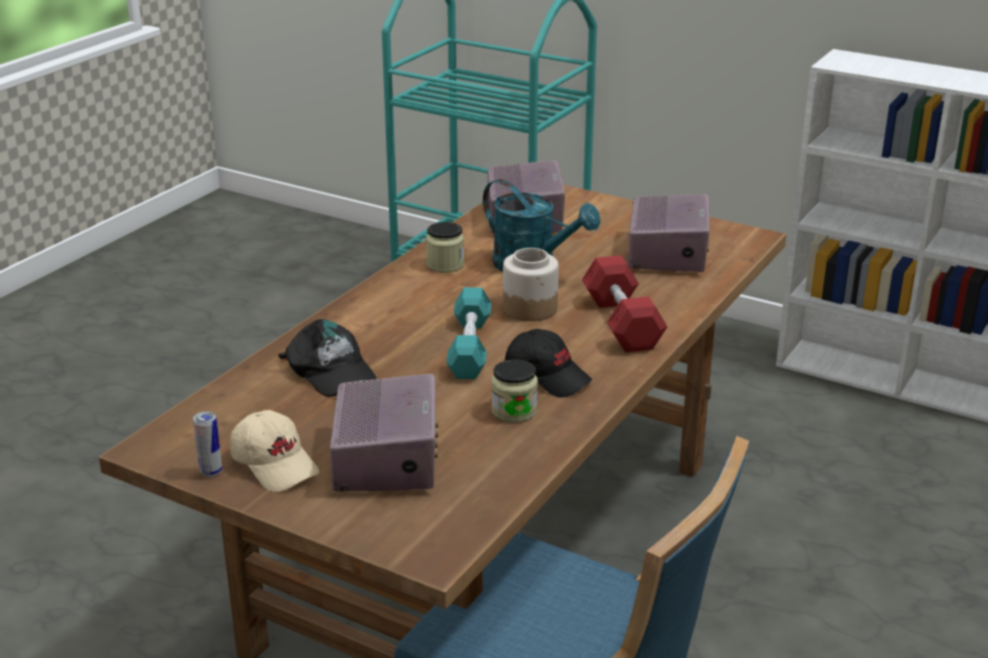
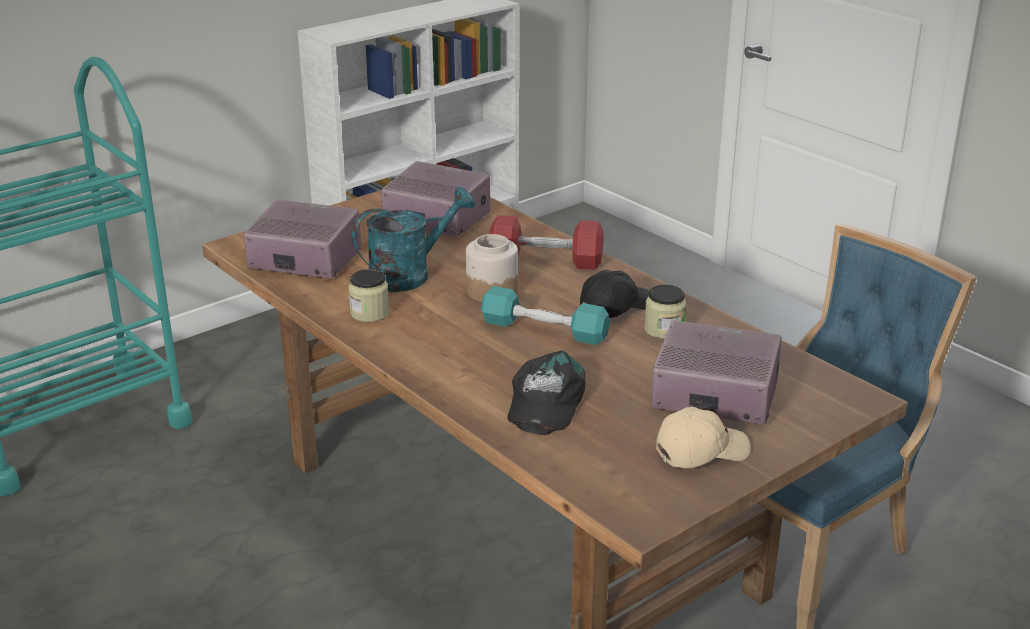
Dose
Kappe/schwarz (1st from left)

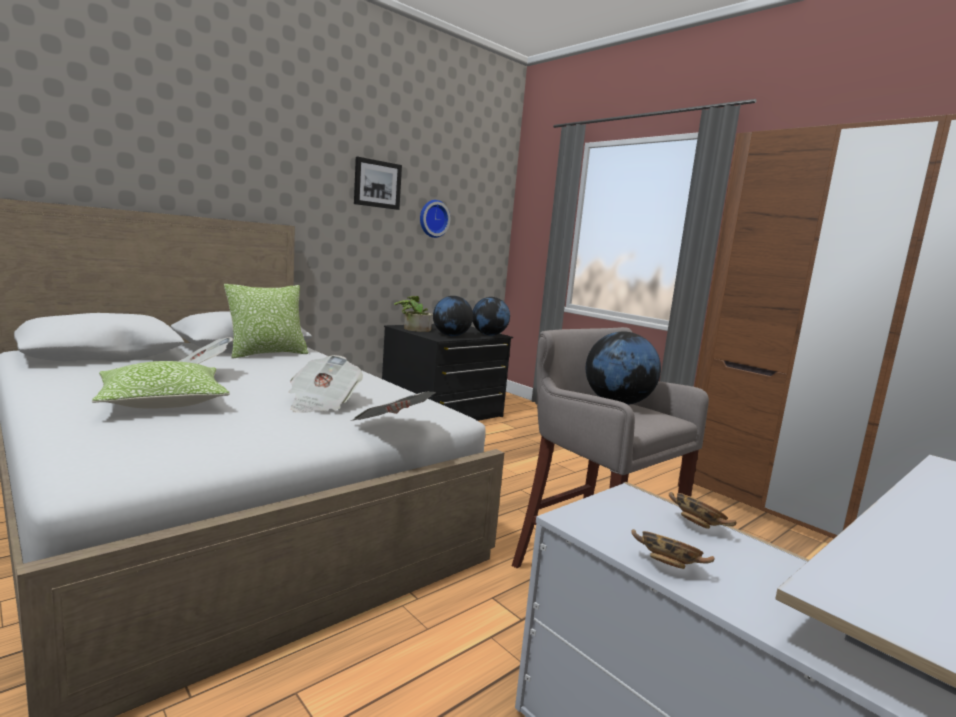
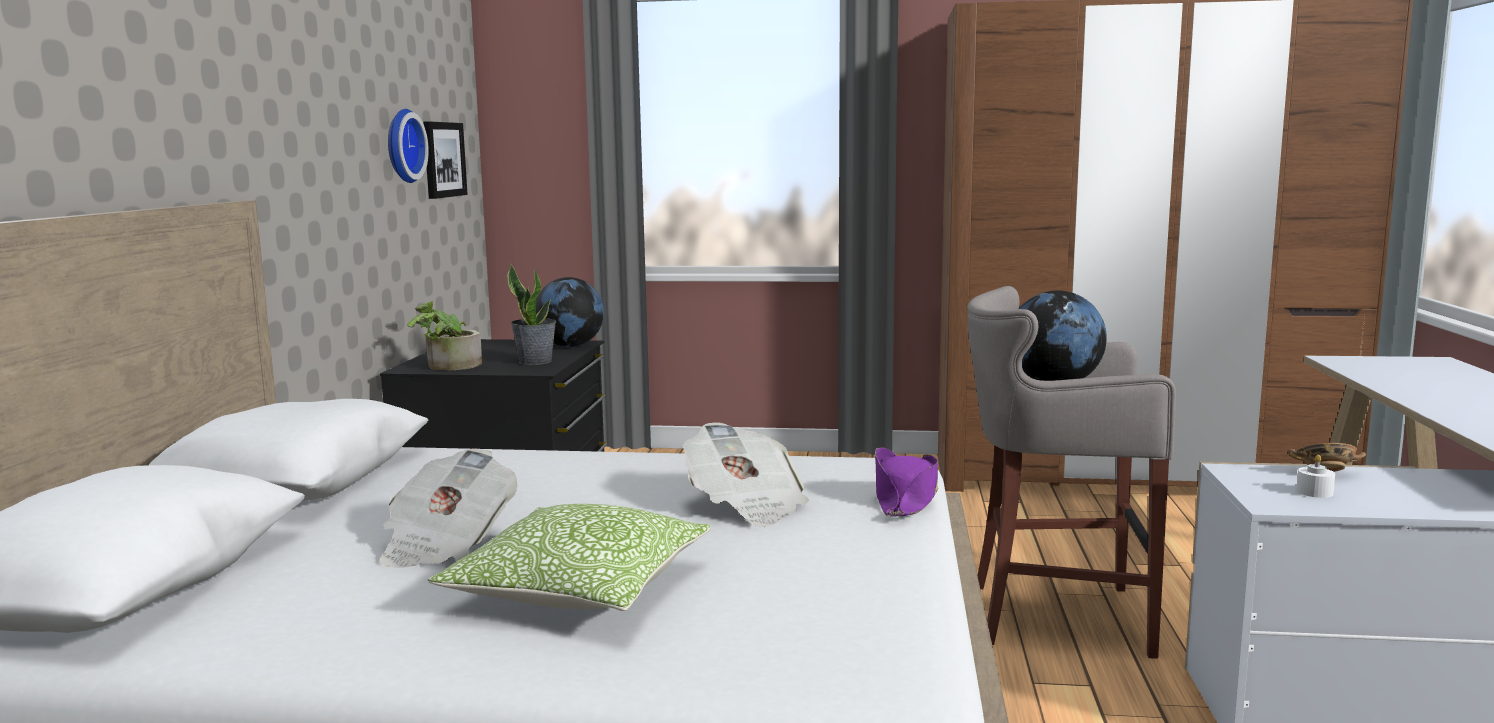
Kissen (2nd from left in the first image)
Schüssel (1st from left in the first image)
Kerze/weiß
Bild
Hut/lila
Topfpflanze (2nd from left)

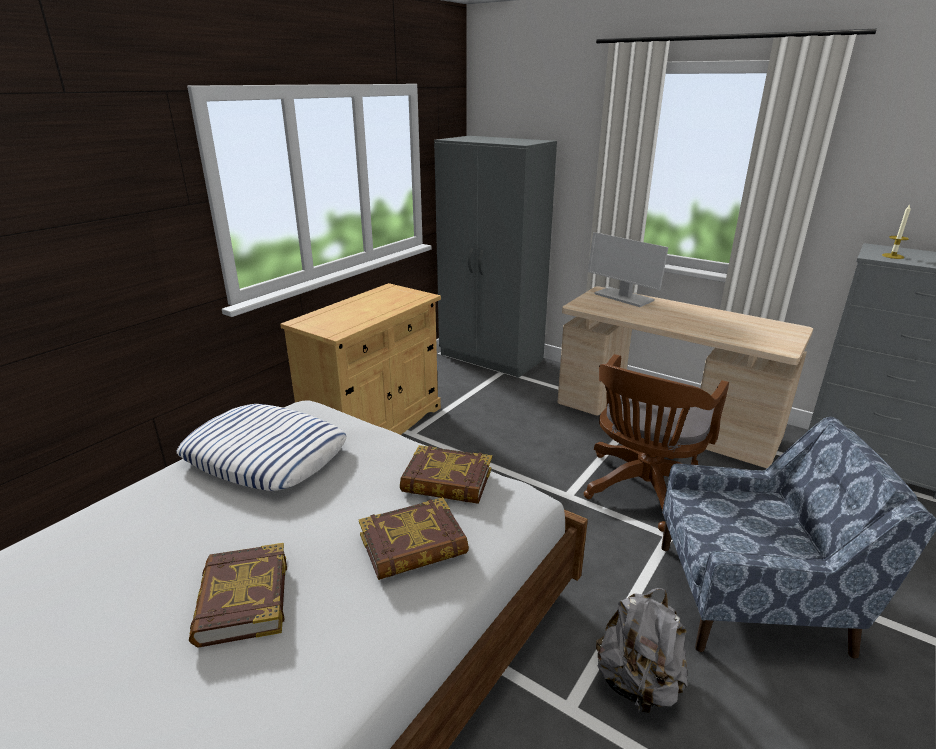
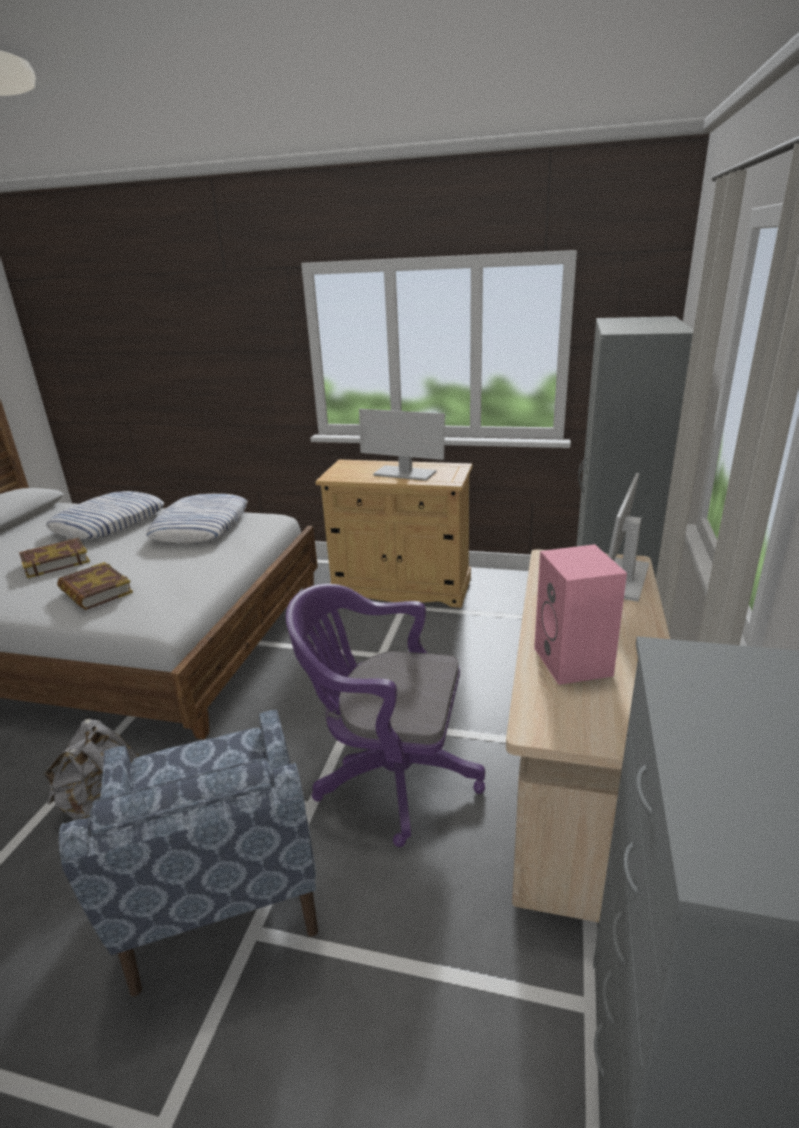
Buch (3rd from left in the first image)
Kerze
Kissen (1st from left)
Monitor (1st from left)
Lautsprecher/rosa
Bürostuhl/lila

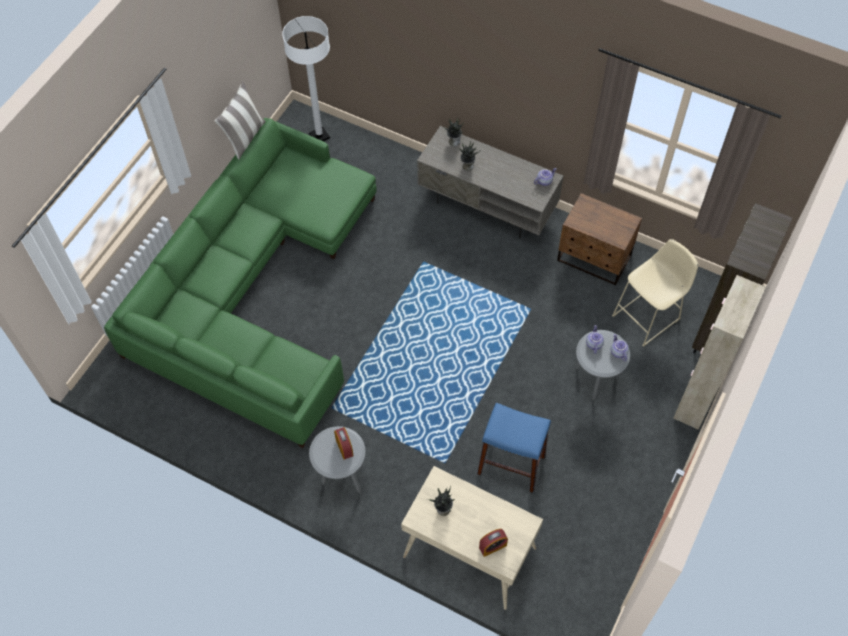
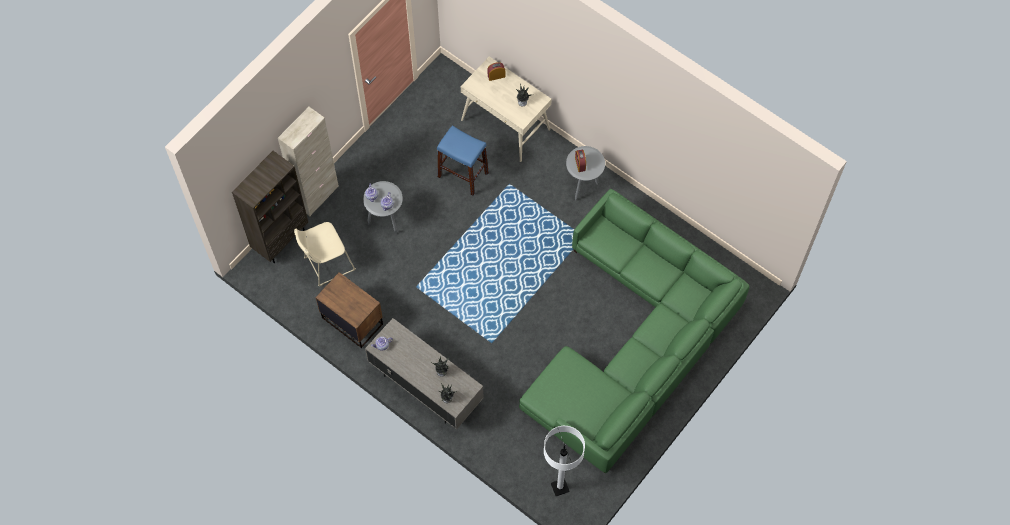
Kissen

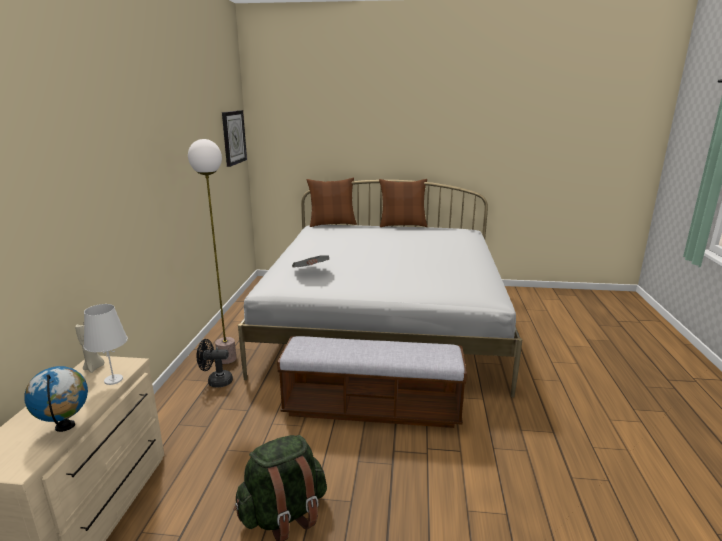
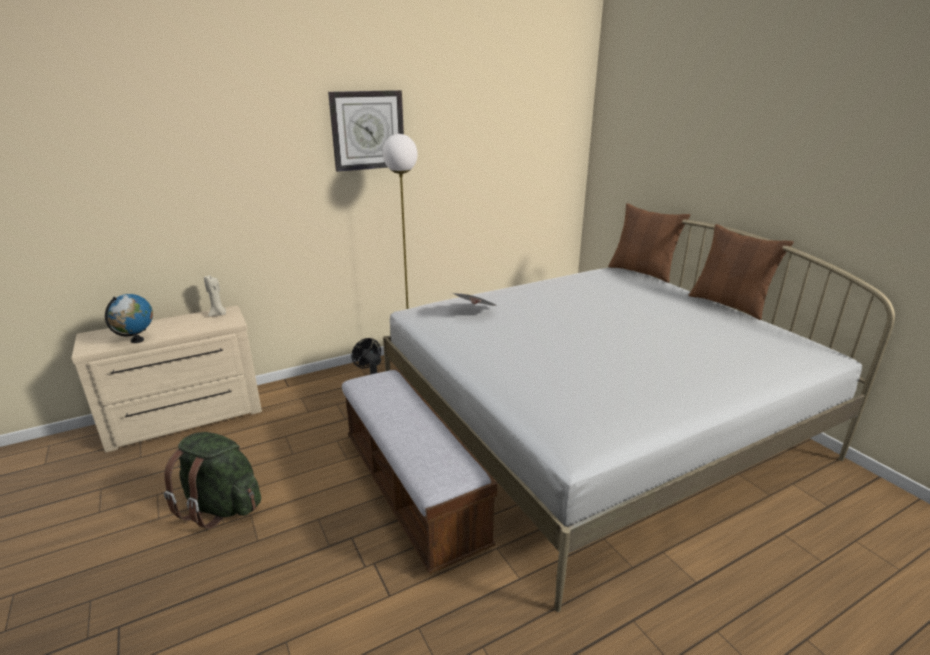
Tischlampe/weiß
Wanduhr

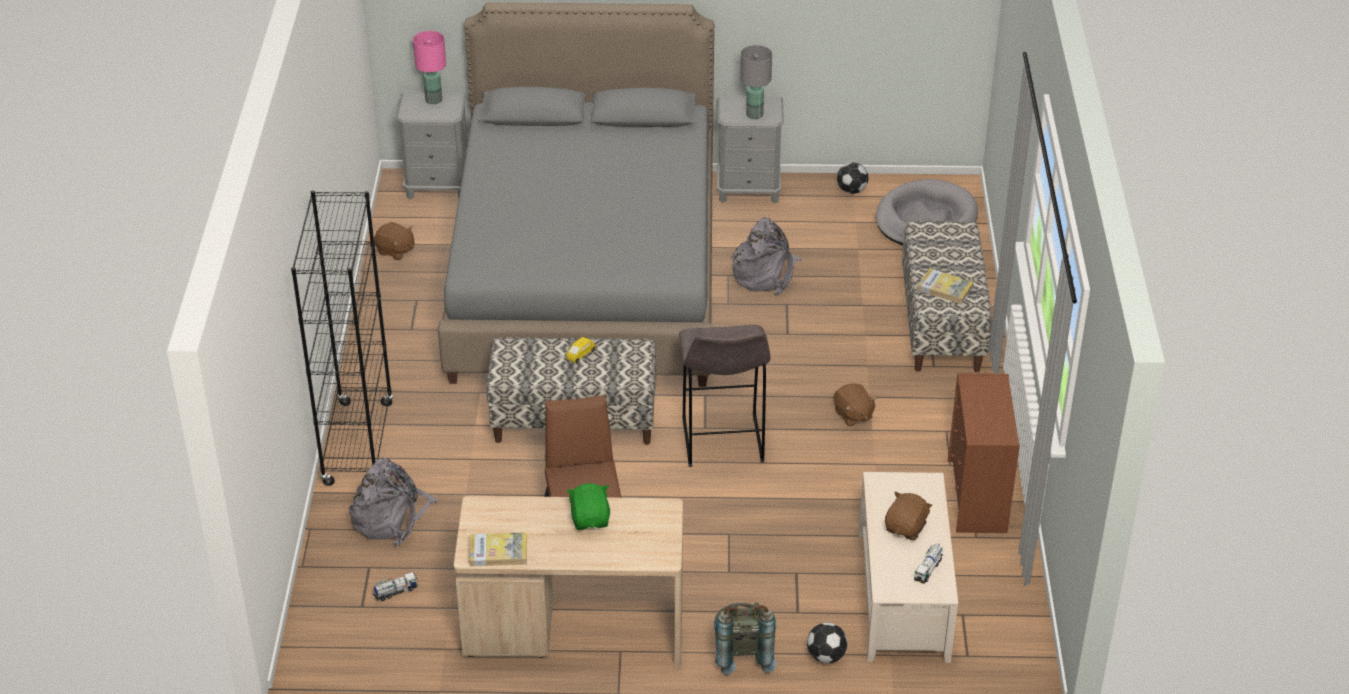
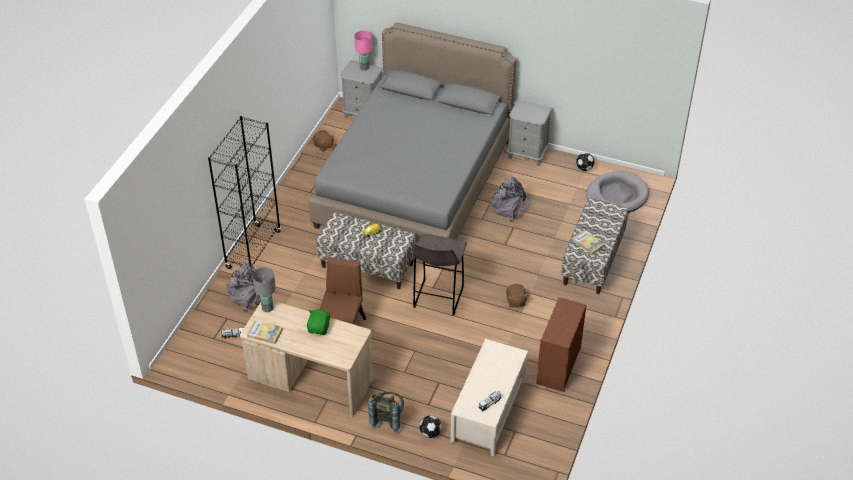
Plüschtier/braun (3rd from left in the first image)
Tischlampe/grau

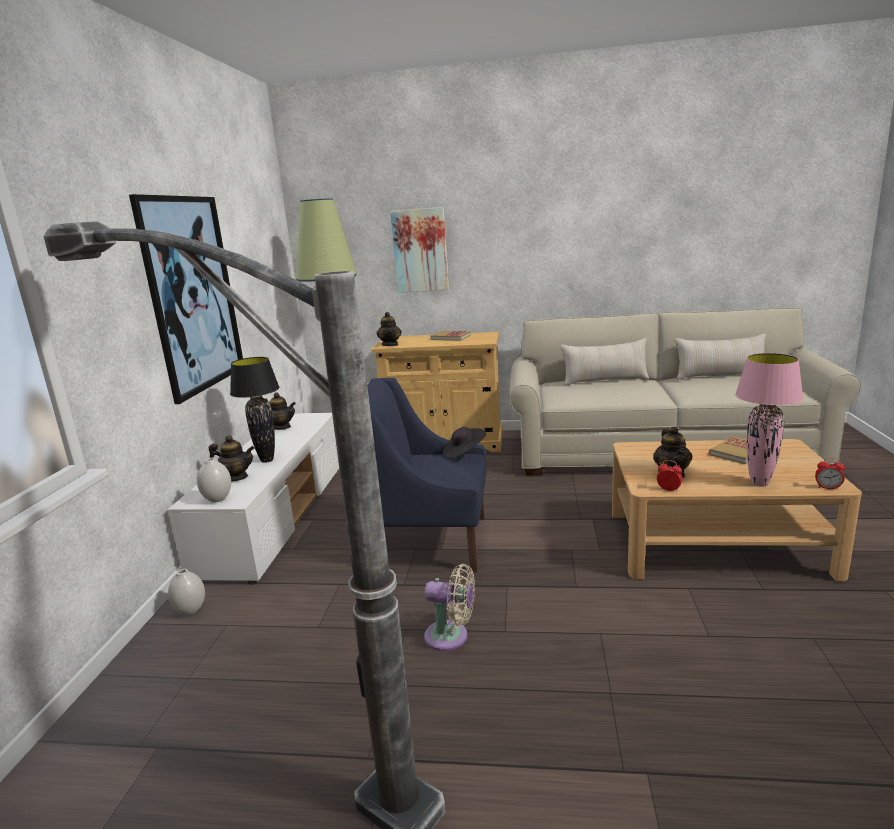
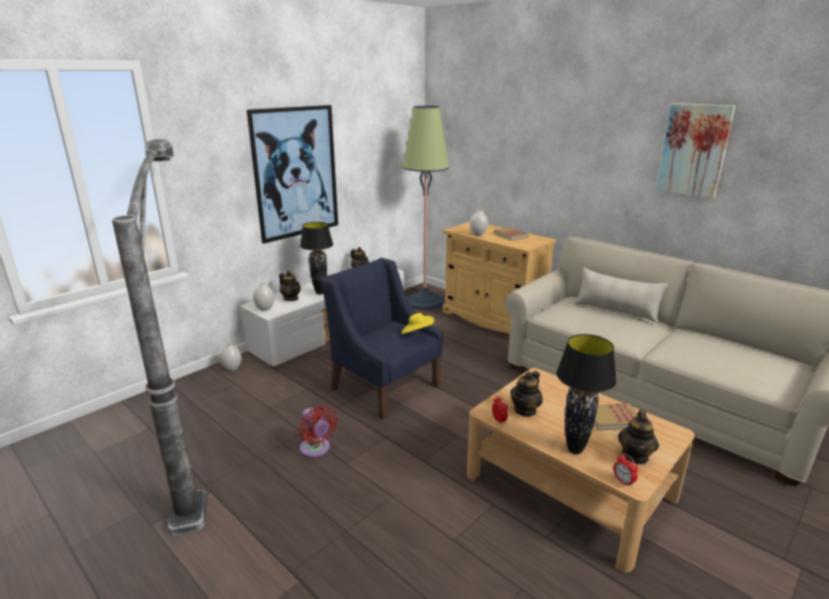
Kissen/beige (2nd from left in the first image)
Vase/weiß (3rd from left)
Teekanne (4th from left)
Bild (2nd from left)
Ventilator/rot
Hut/gelb
Tischlampe/schwarz (2nd from left)

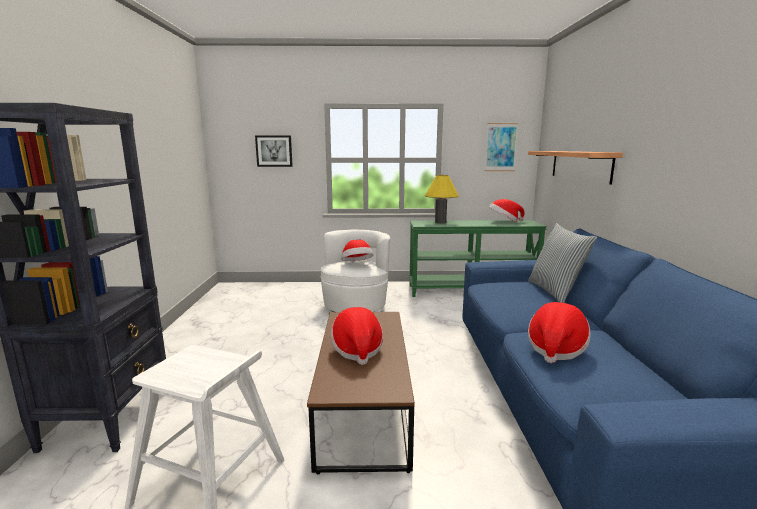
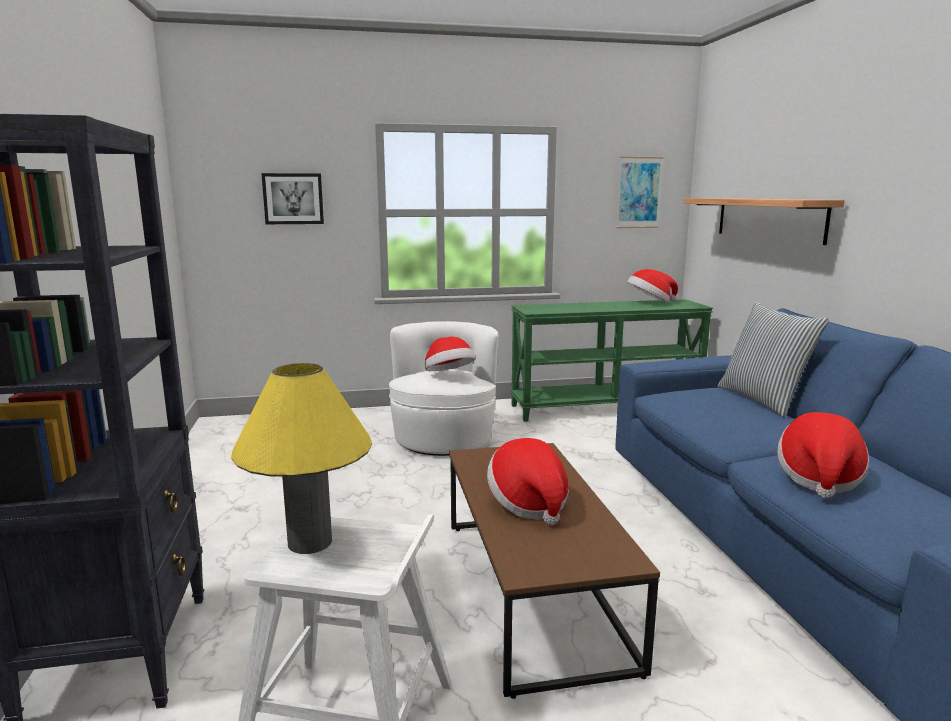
Tischlampe/gelb

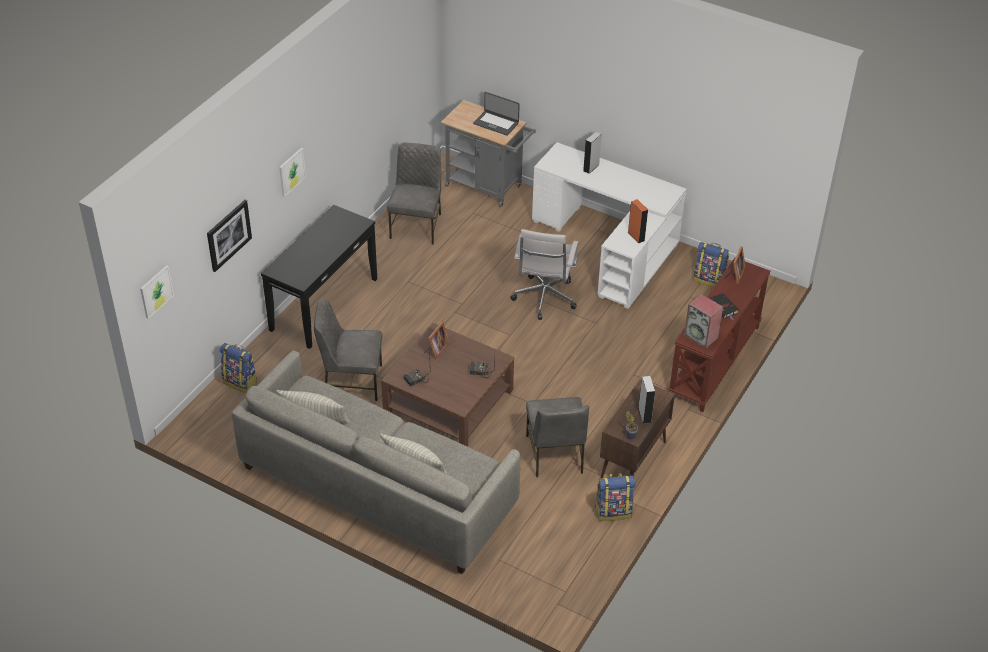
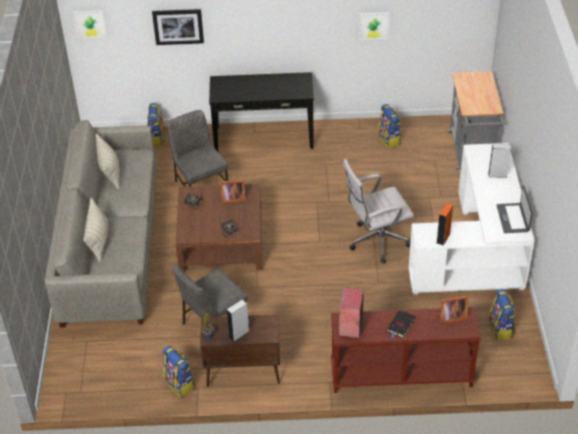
Bild (3rd from left)
Laptop
Rucksack (3rd from left)

